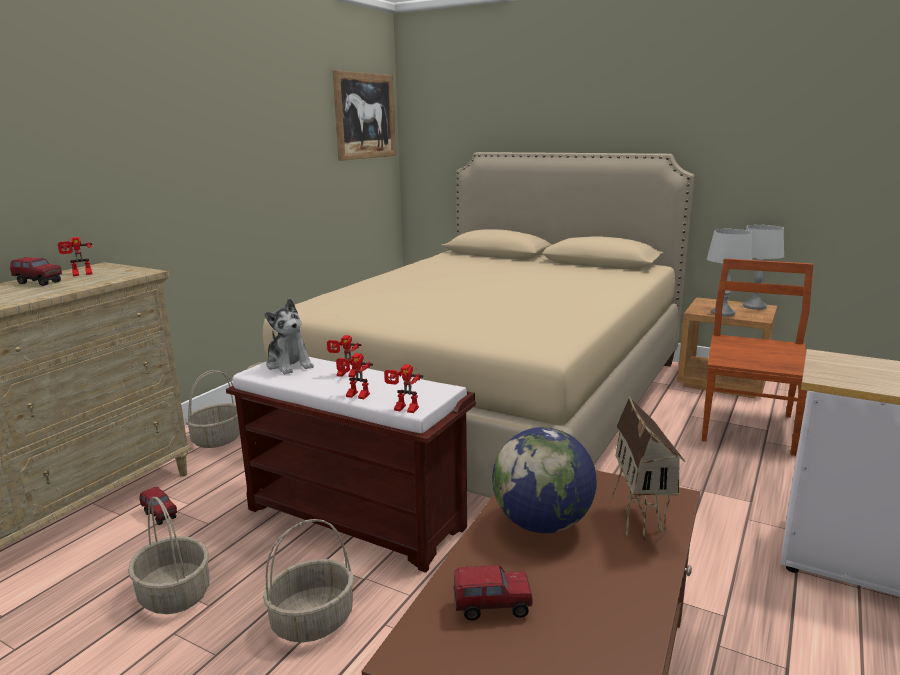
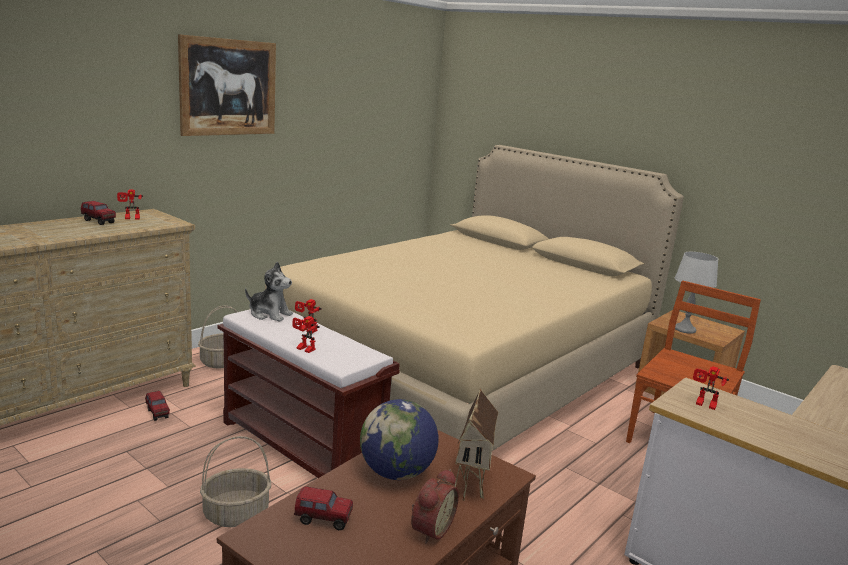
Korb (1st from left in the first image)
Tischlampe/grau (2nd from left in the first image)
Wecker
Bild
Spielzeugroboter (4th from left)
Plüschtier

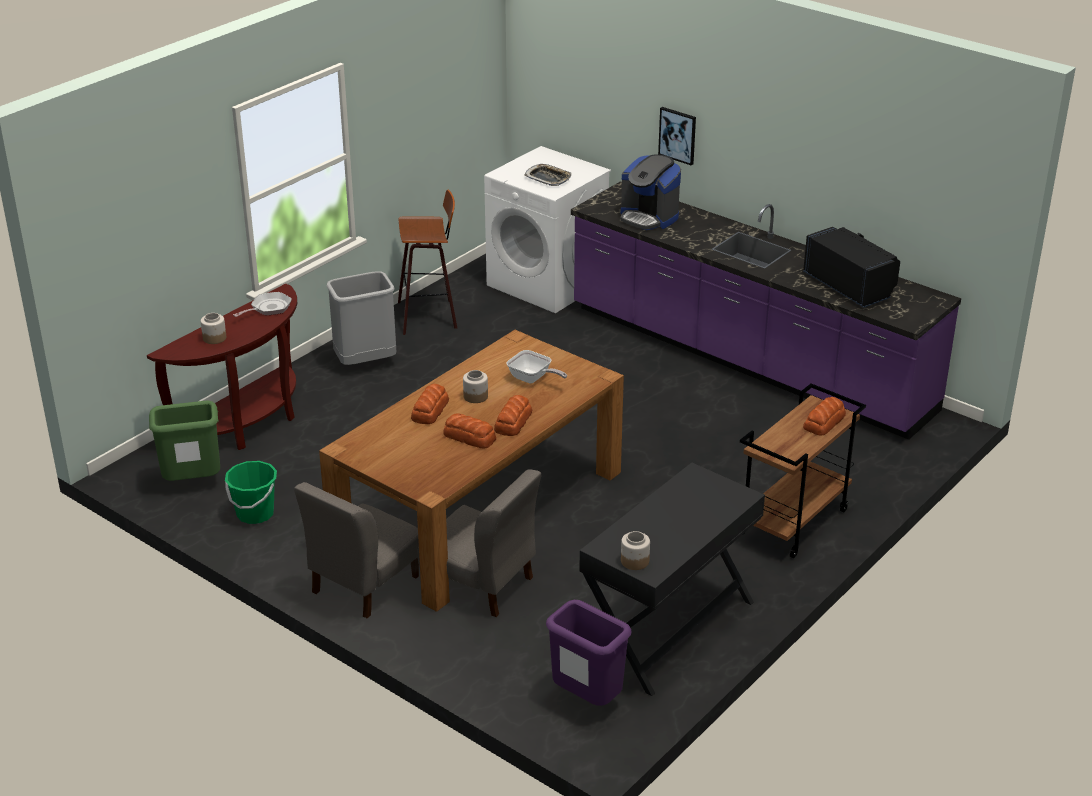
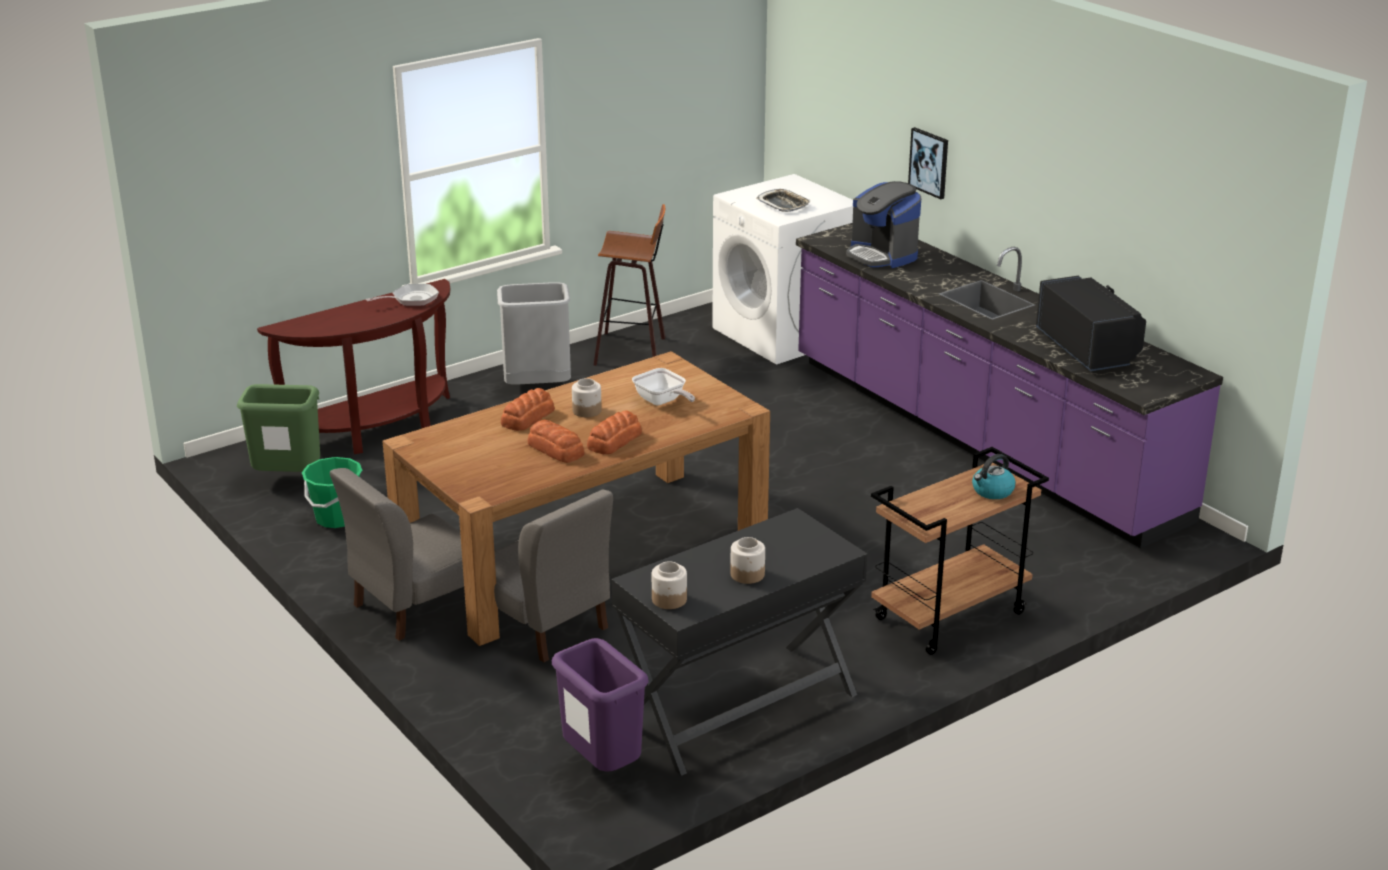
Vorratsglas (3rd from left)
Wasserkessel

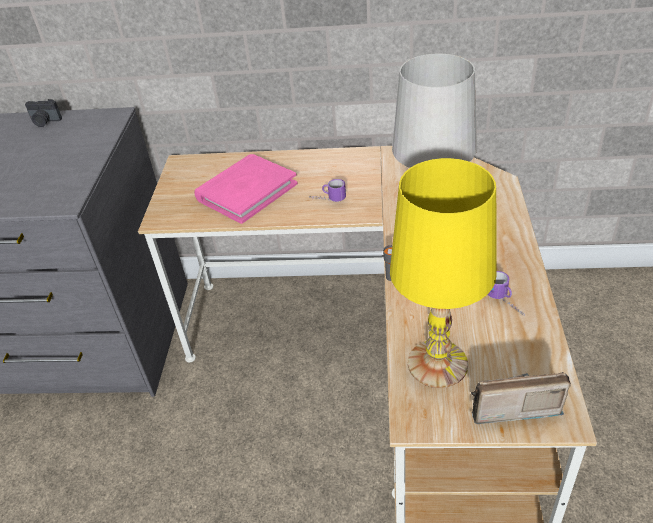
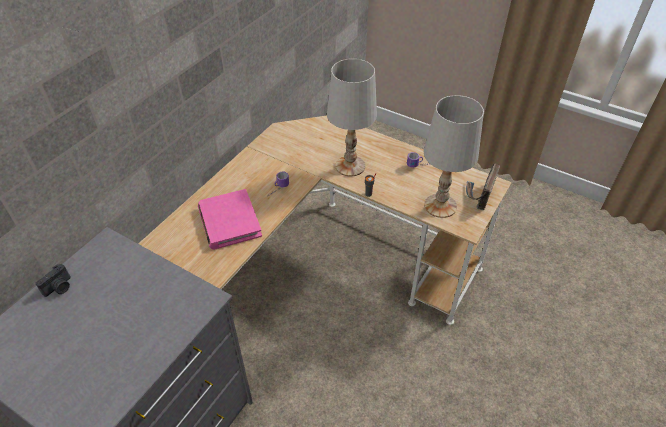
Tischlampe/weiß (2nd from left)

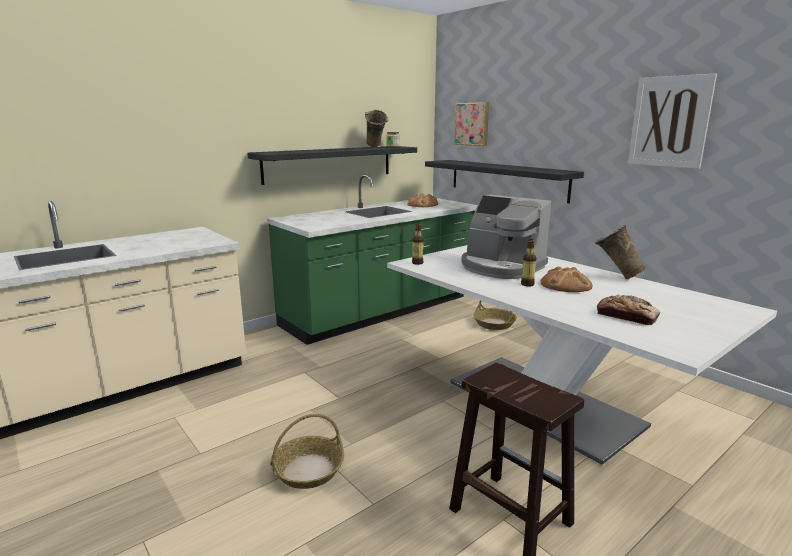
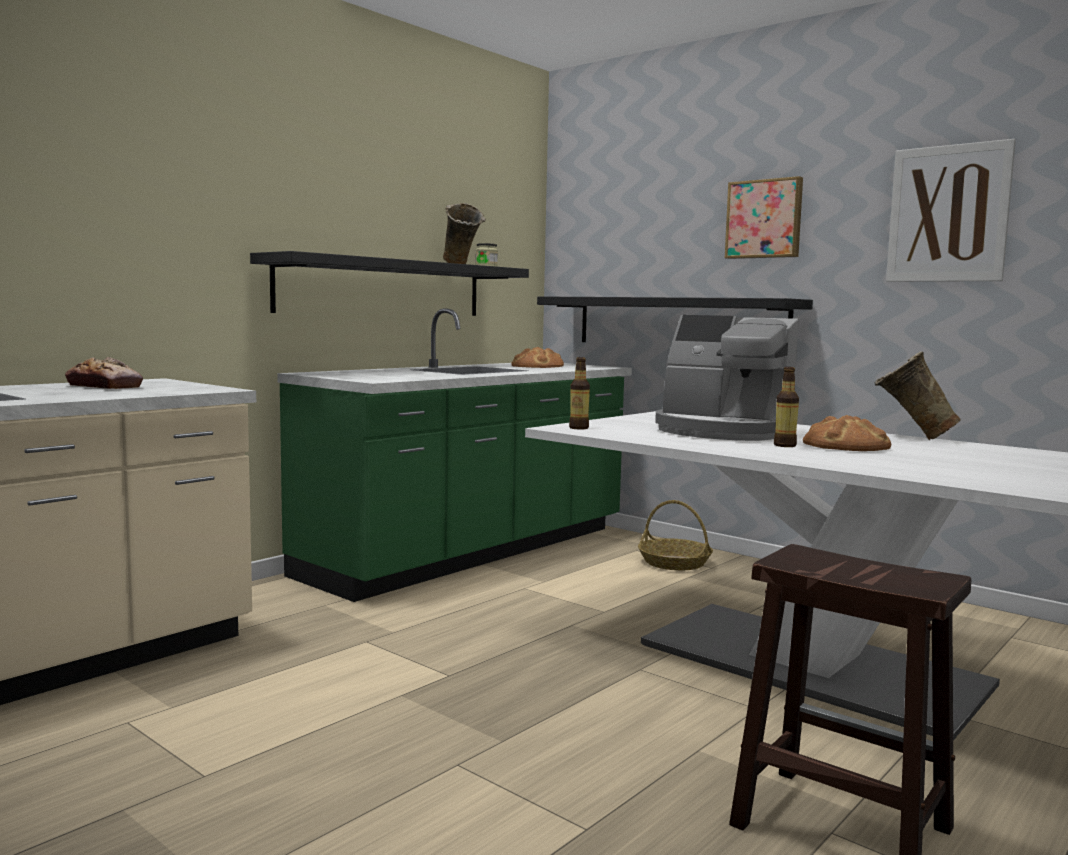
Korb (1st from left in the first image)
Bild (1st from left)
Brot (1st from left)

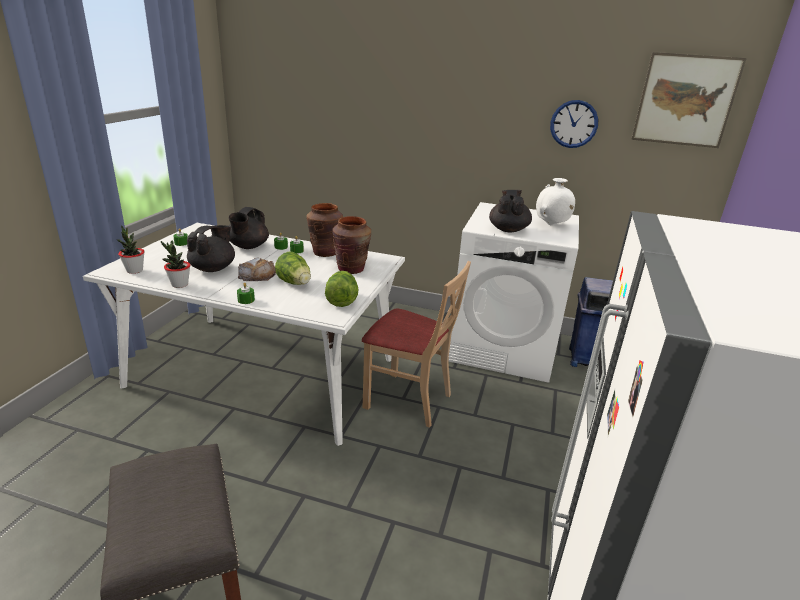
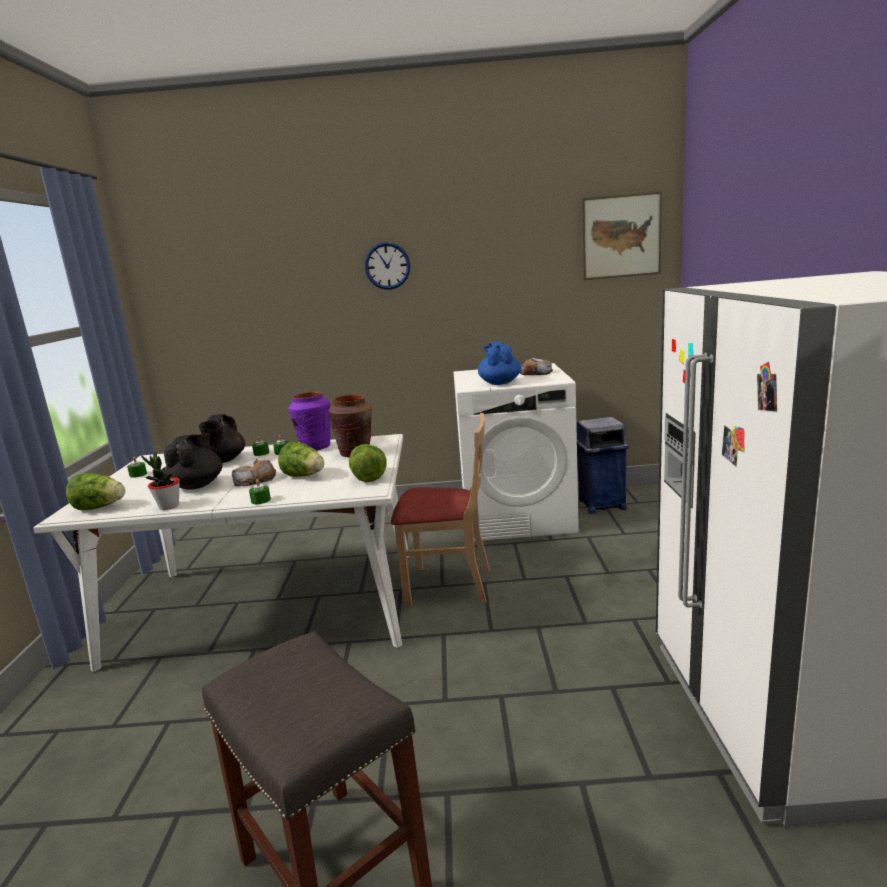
Wanduhr
Salatkopf (1st from left)
Brot (2nd from left)
Vase/lila
Teekanne/blau

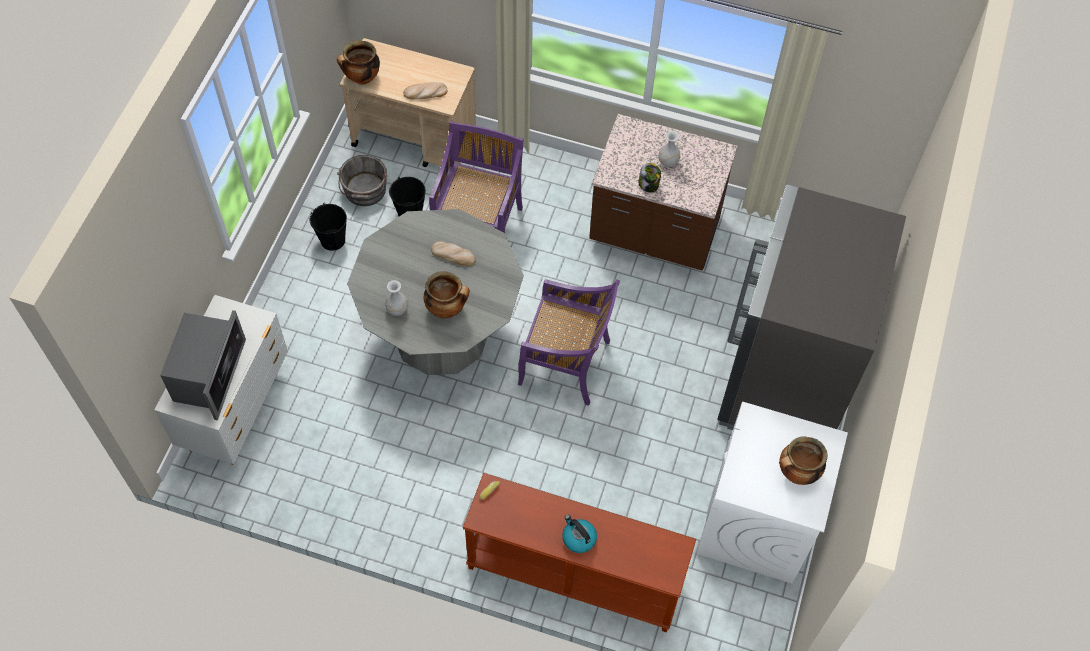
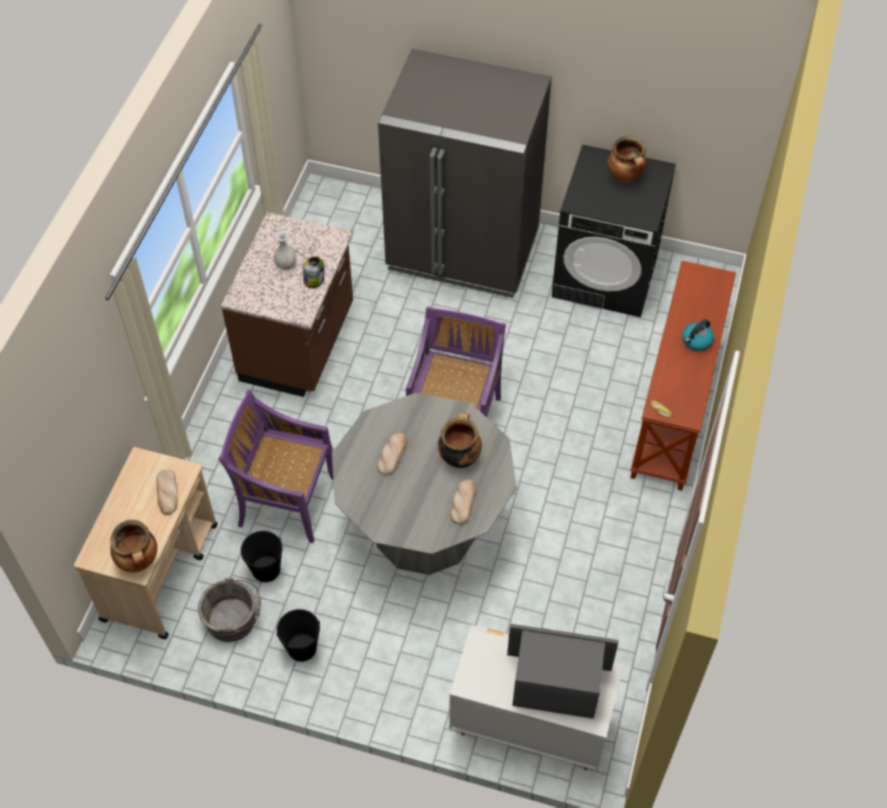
Brot (3rd from left)
Waschmaschine/schwarz

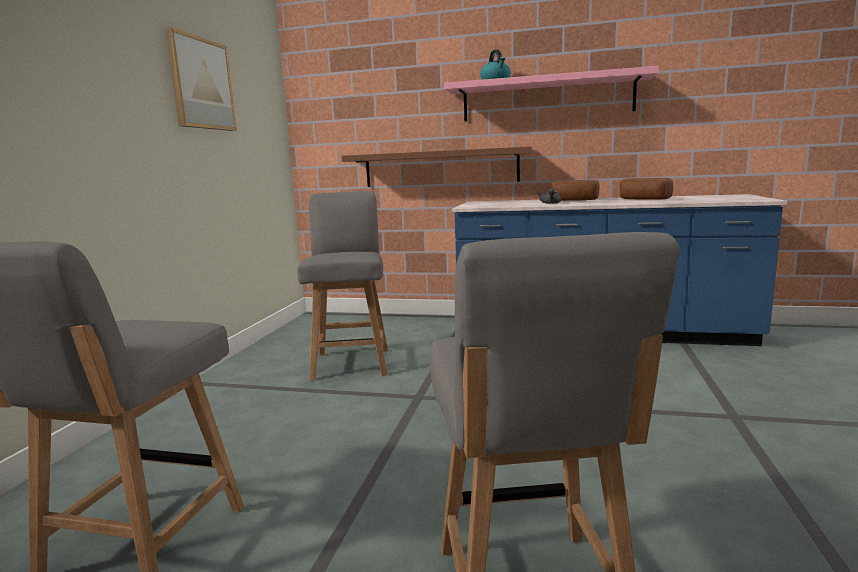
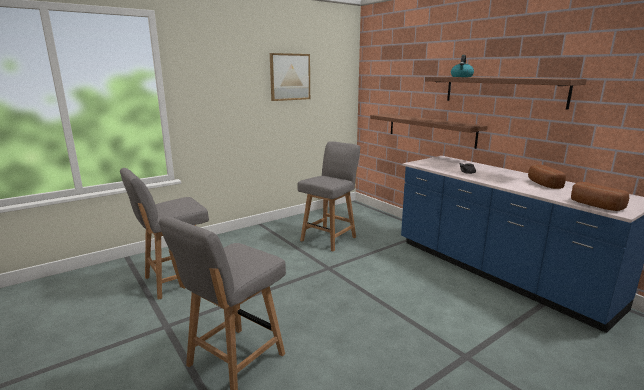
Brot (2nd from left)
Wandregal/braun (2nd from left)

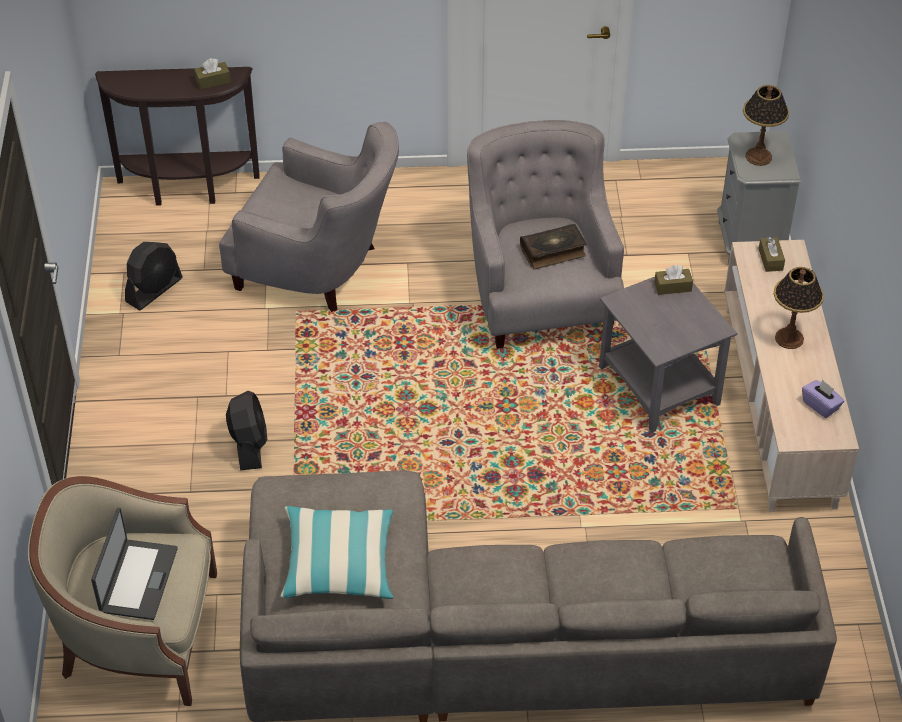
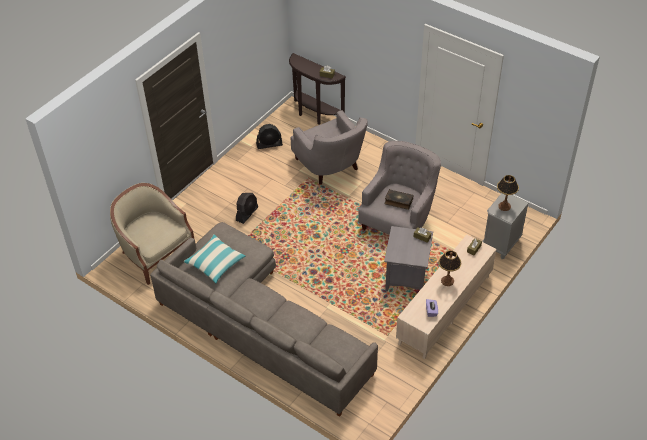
Laptop

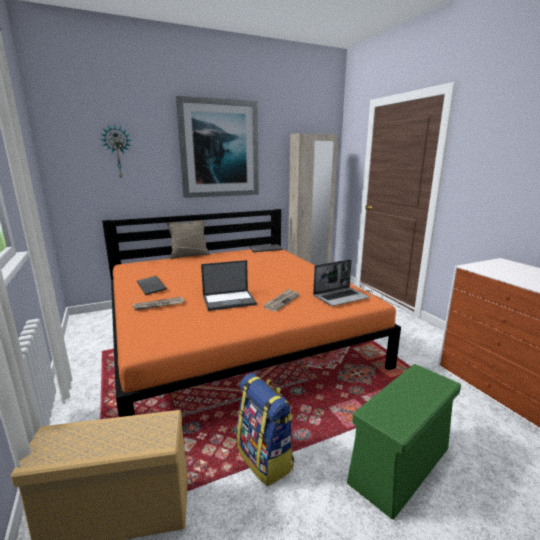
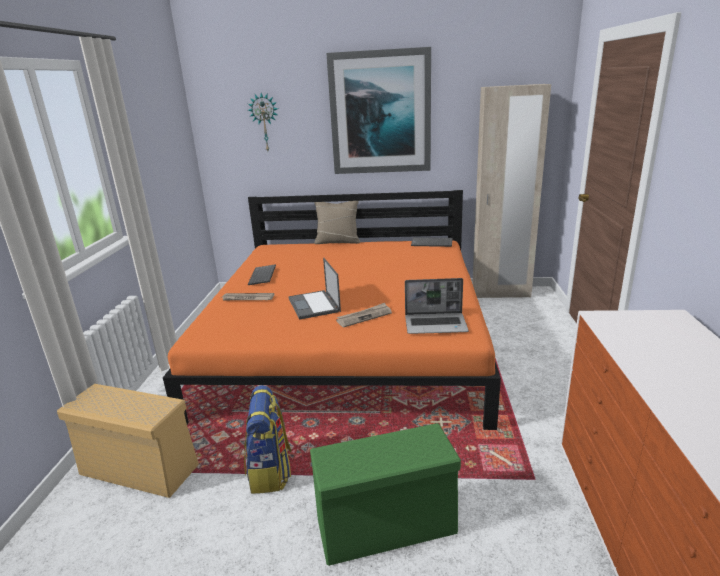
Laptop (1st from left)

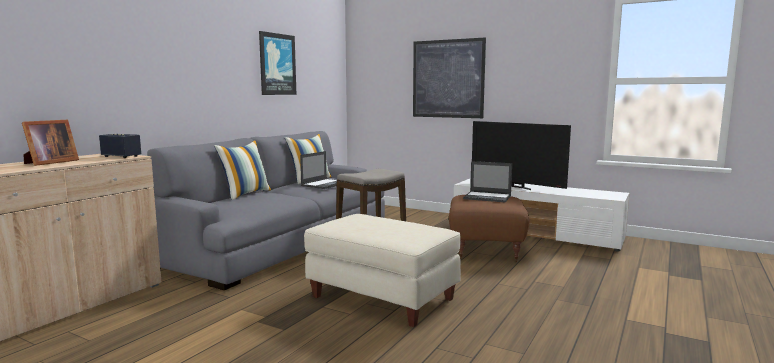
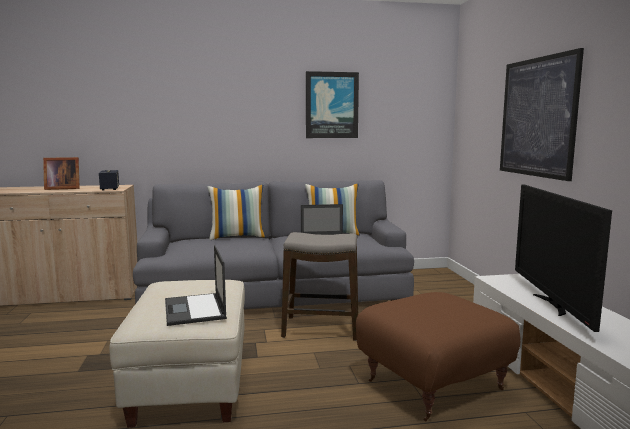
Laptop (1st from left)

